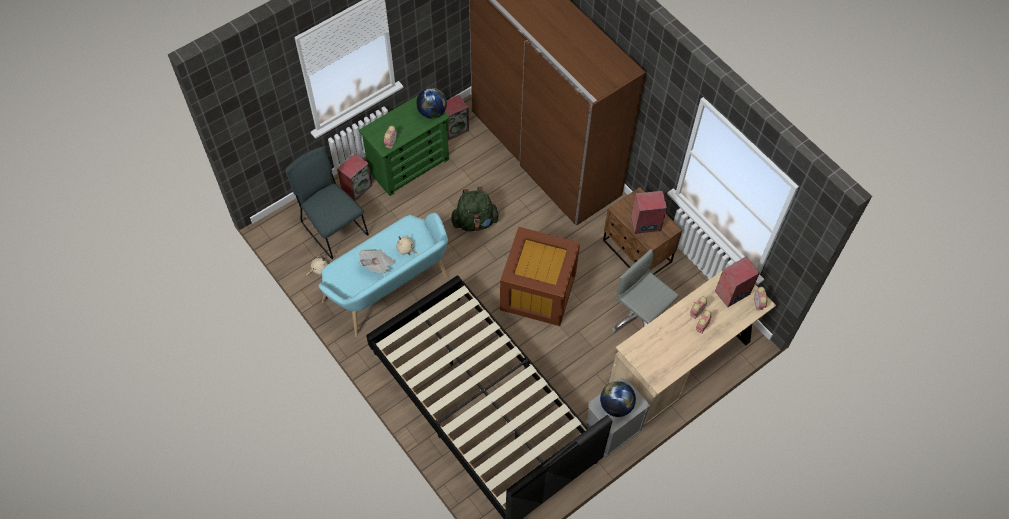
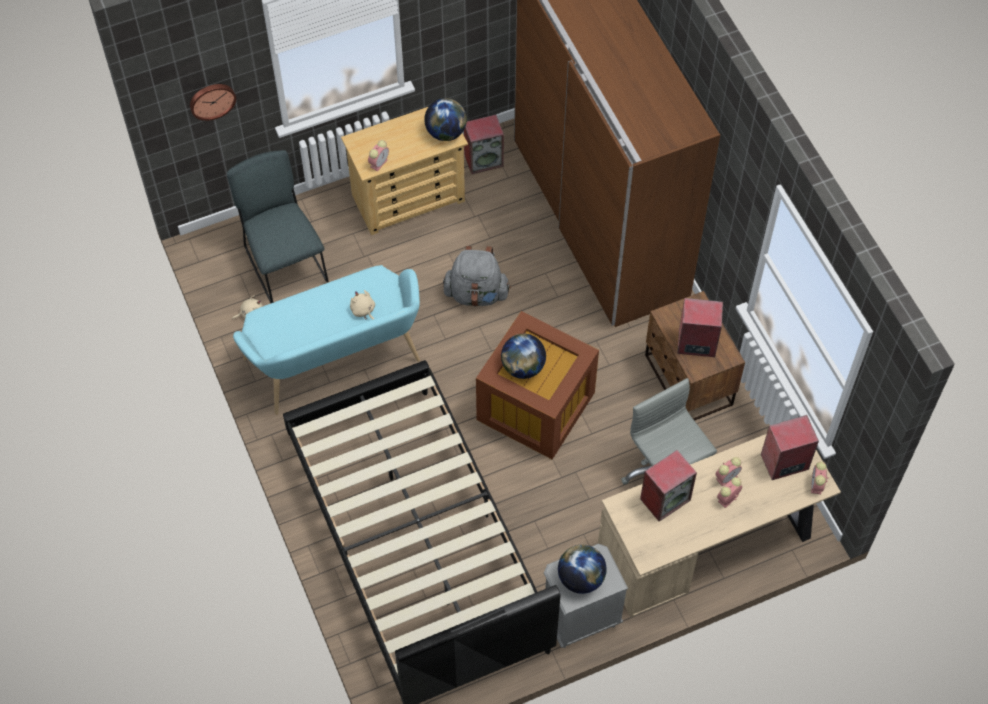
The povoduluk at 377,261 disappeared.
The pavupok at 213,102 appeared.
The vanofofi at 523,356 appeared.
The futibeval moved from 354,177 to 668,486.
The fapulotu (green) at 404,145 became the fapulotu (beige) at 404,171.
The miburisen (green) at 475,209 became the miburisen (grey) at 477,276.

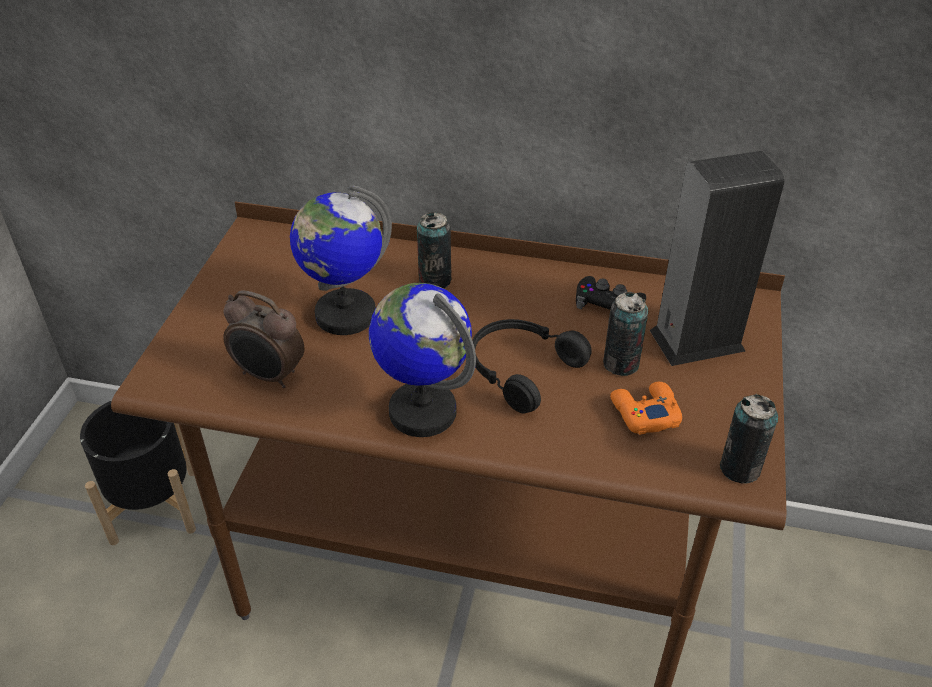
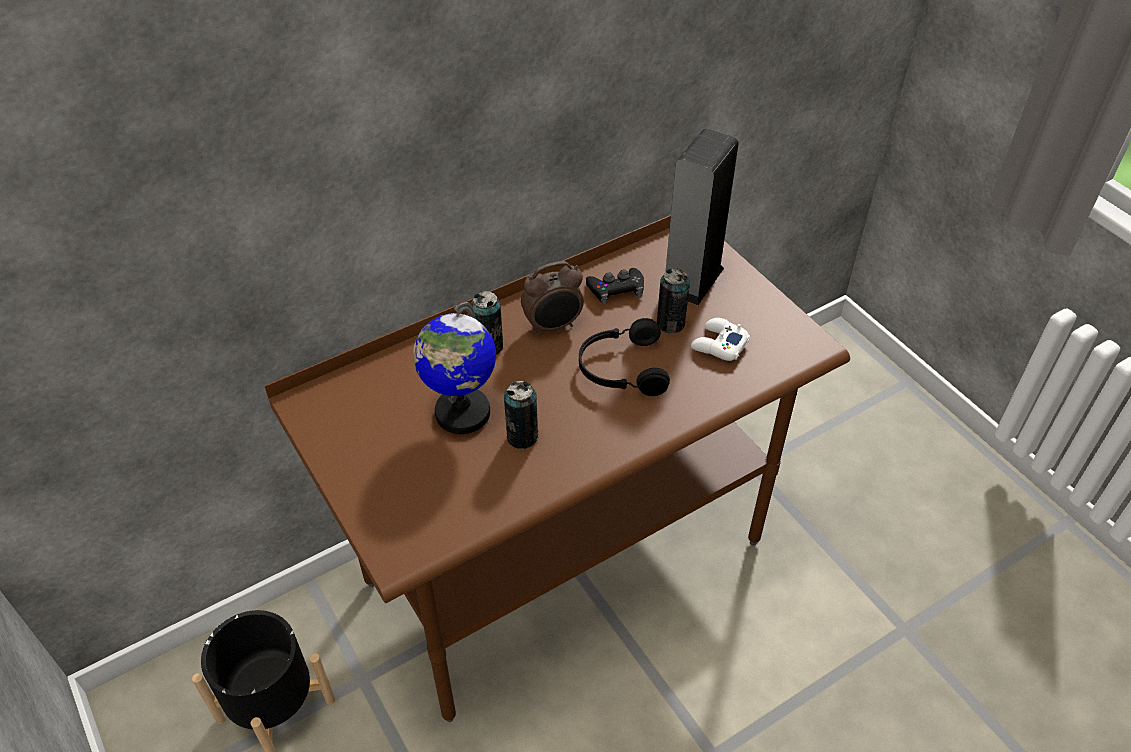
The vanofofi at 422,360 disappeared.
The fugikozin moved from 263,339 to 552,298.
The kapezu moved from 749,439 to 521,415.
The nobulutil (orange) at 646,408 became the nobulutil (white) at 720,339.

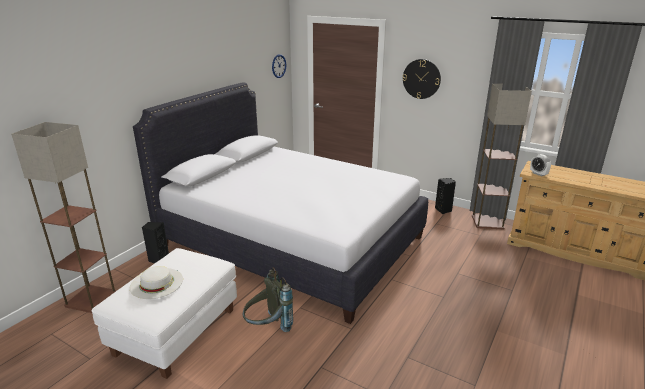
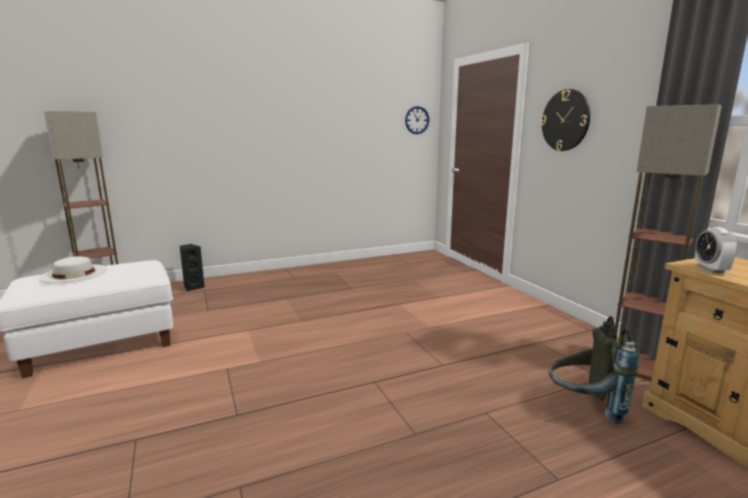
The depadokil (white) at 280,203 disappeared.
The futibeval (black) at 445,196 disappeared.
The miburisen (grey) moved from 268,299 to 594,370.

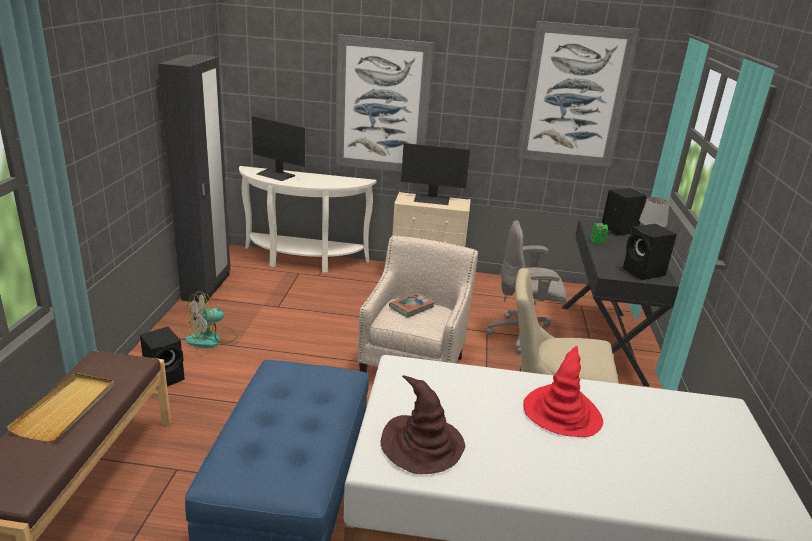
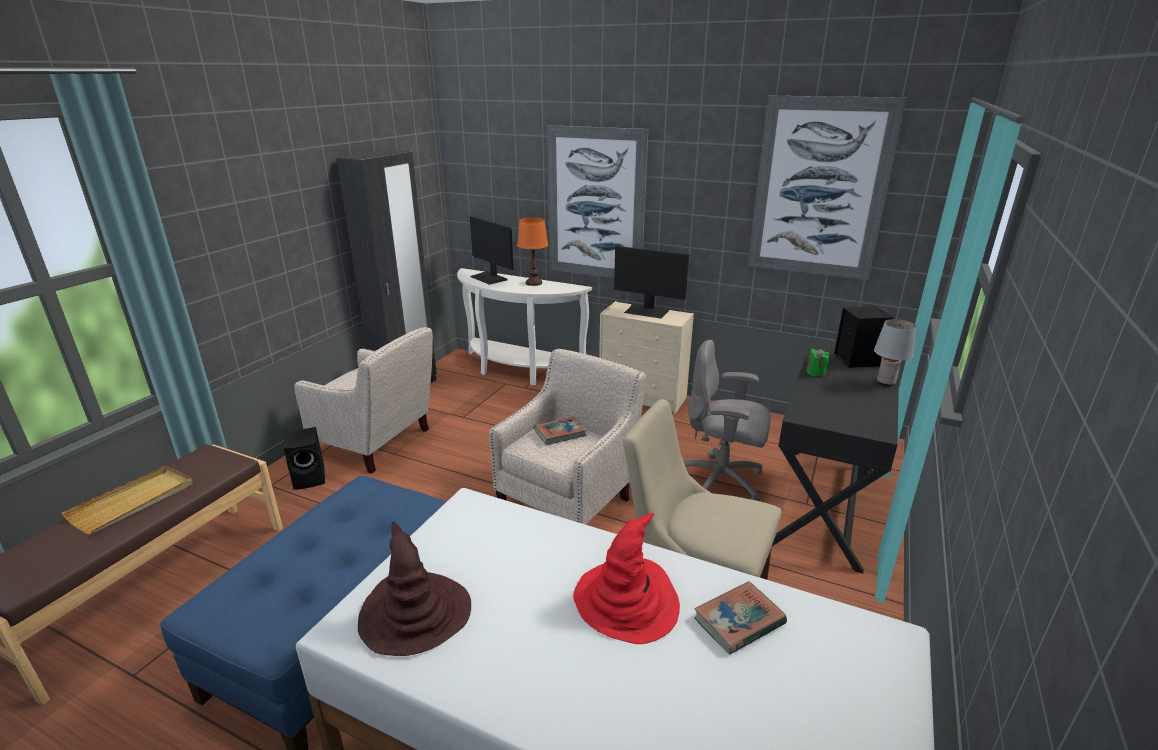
The futibeval (black) at 650,252 disappeared.
The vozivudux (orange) at 532,251 appeared.
The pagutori at 740,617 appeared.
The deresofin at 211,319 was replaced by the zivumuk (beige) at 363,400.

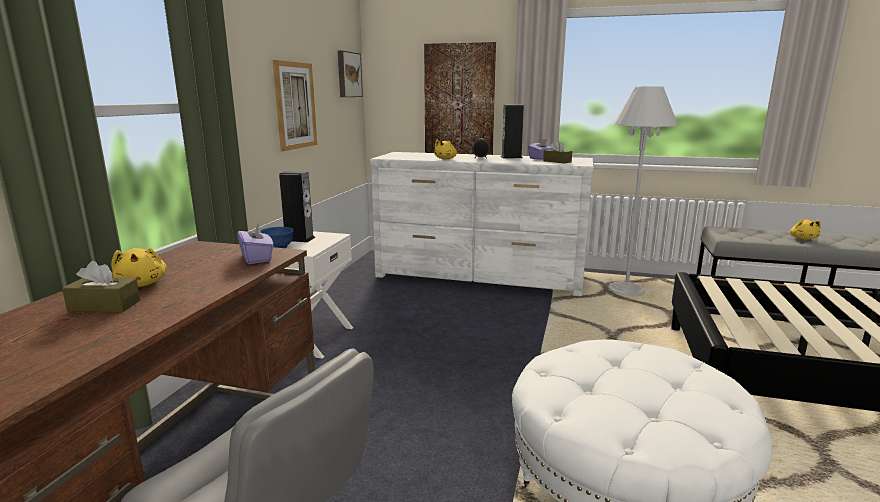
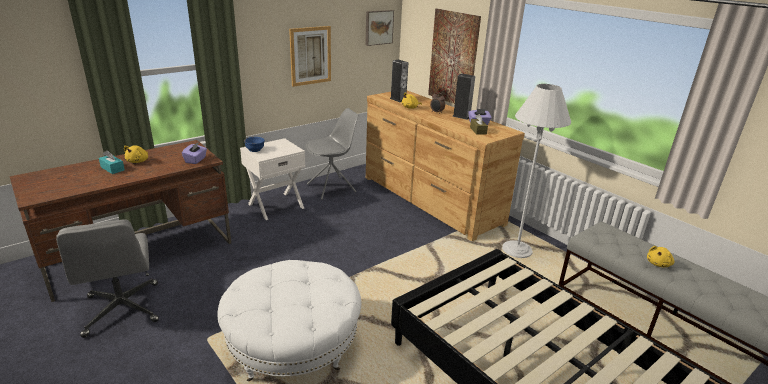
The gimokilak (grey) at 332,154 appeared.
The futibeval moved from 297,206 to 399,81.
The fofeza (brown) at 101,286 became the fofeza (turquoise) at 112,162.
The fapulotu (white) at 482,224 became the fapulotu (brown) at 445,166.

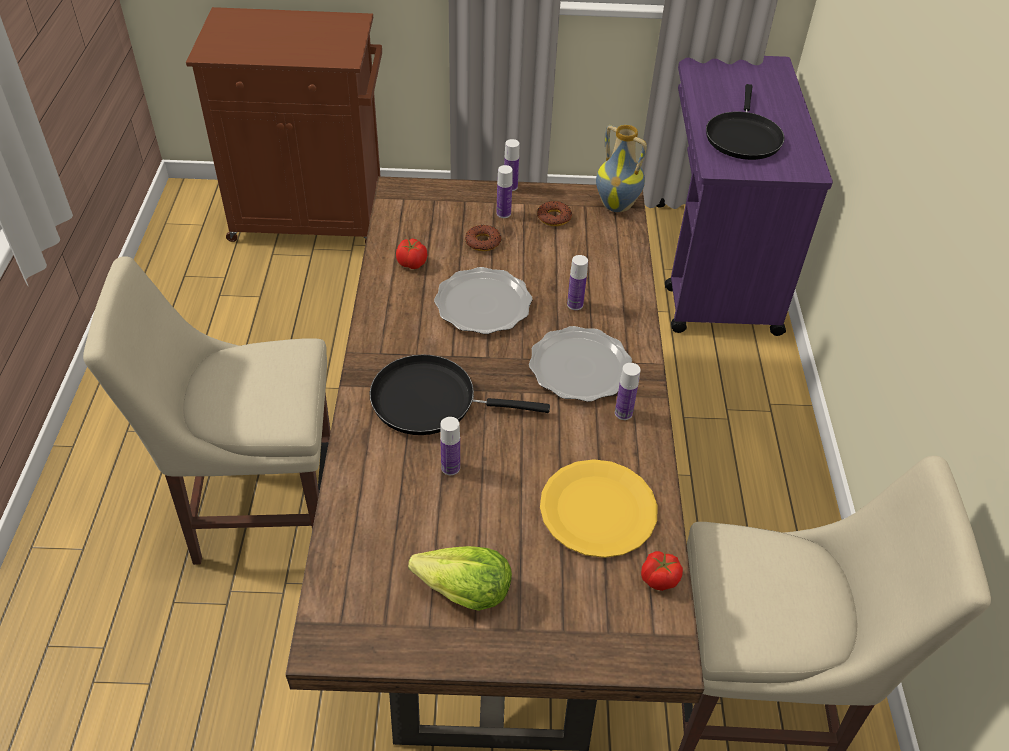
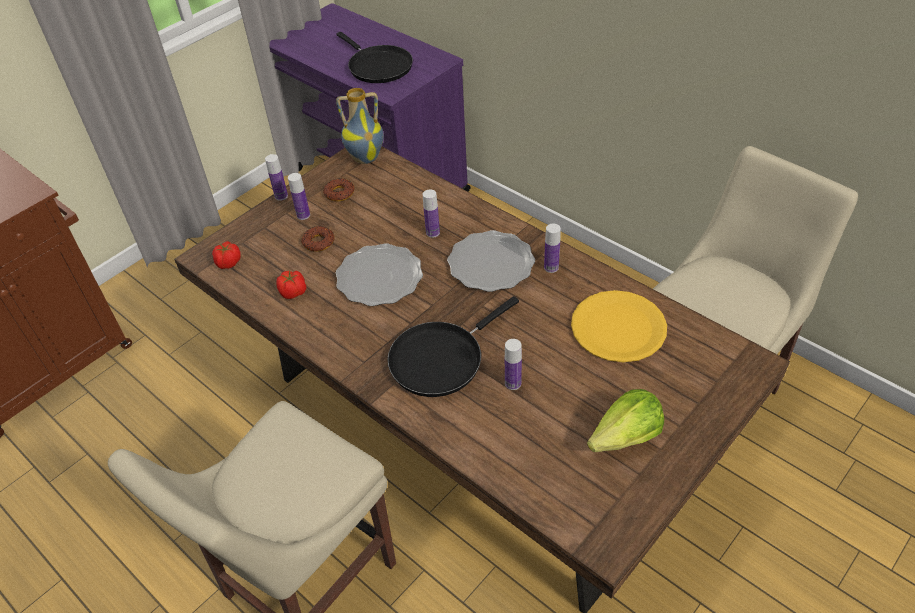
The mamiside moved from 662,571 to 226,255.

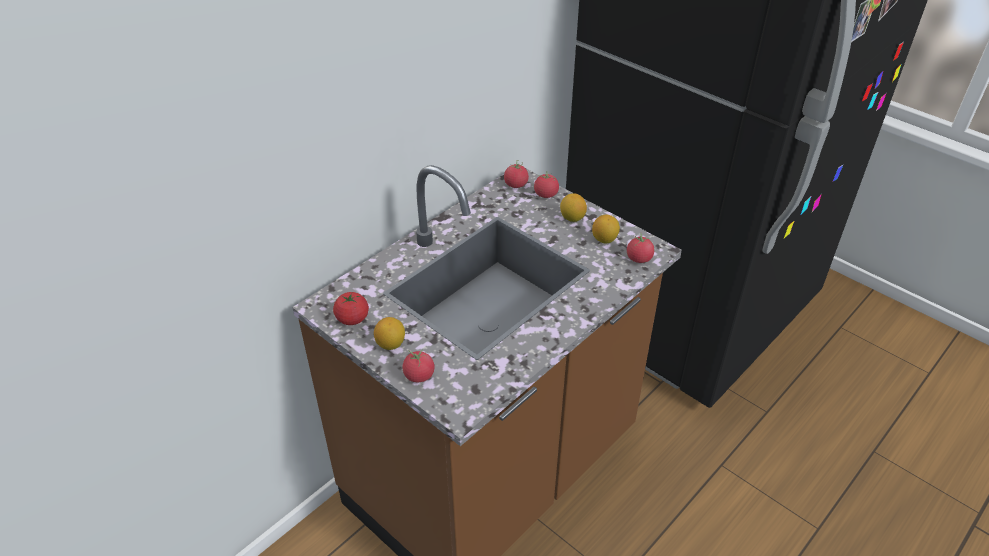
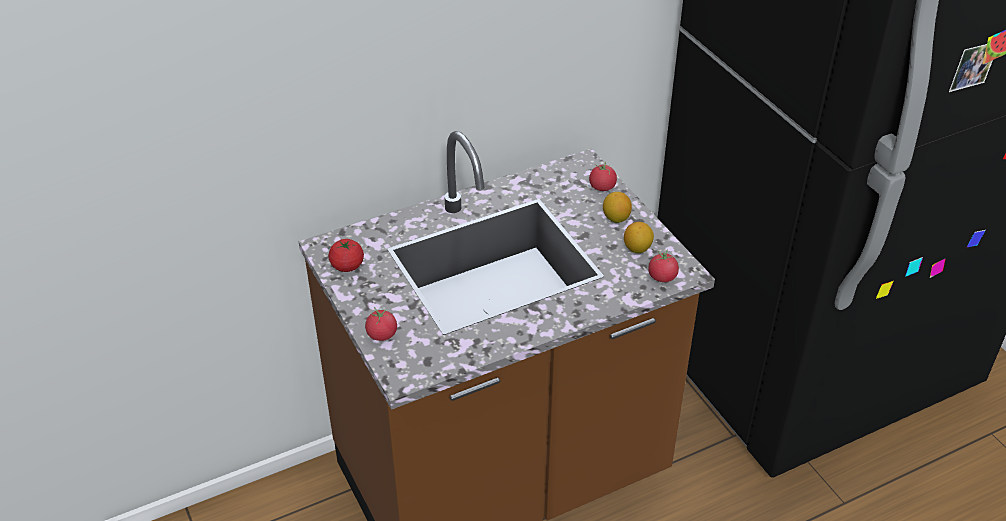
The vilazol at 389,333 disappeared.
The mamiside at 516,174 disappeared.

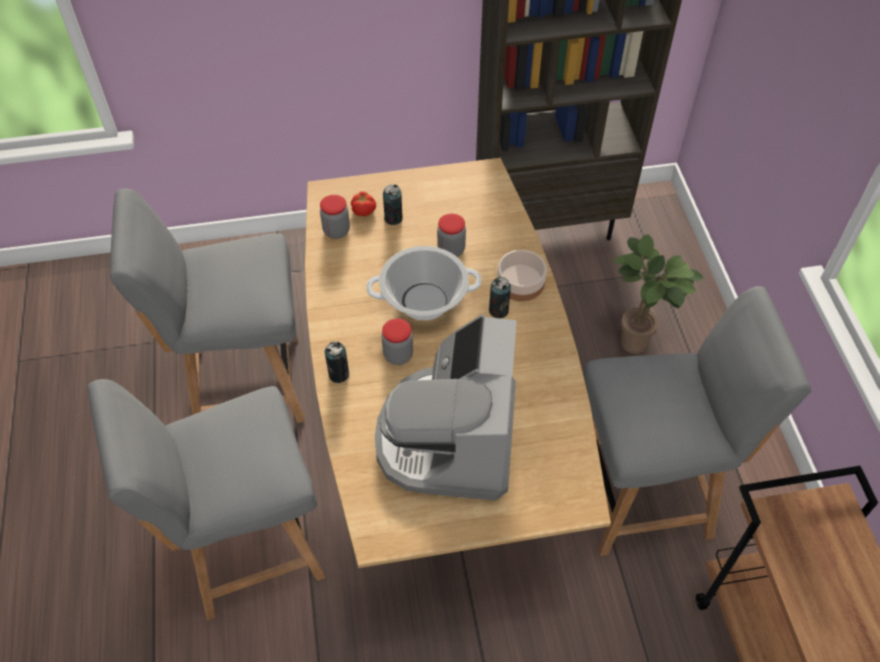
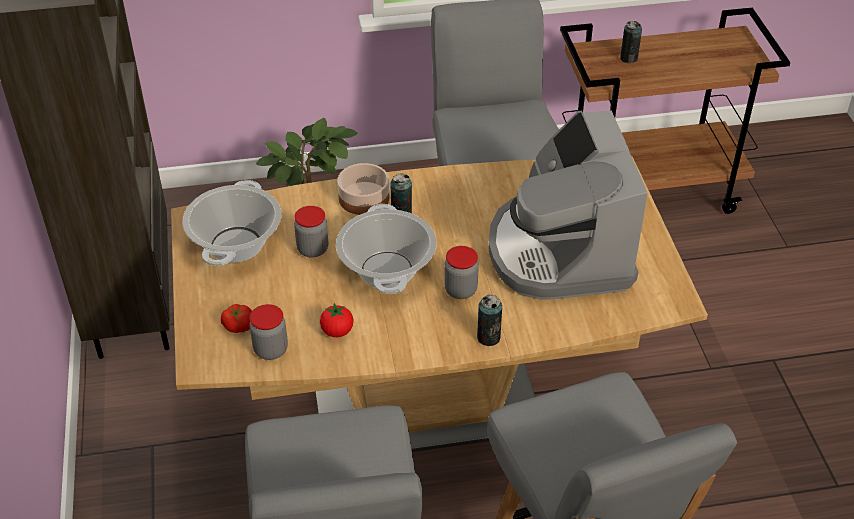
The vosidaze at 232,223 appeared.
The mamiside at 337,320 appeared.
The kapezu moved from 392,204 to 631,42.
The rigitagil at 446,408 turned 75 degrees clockwise.

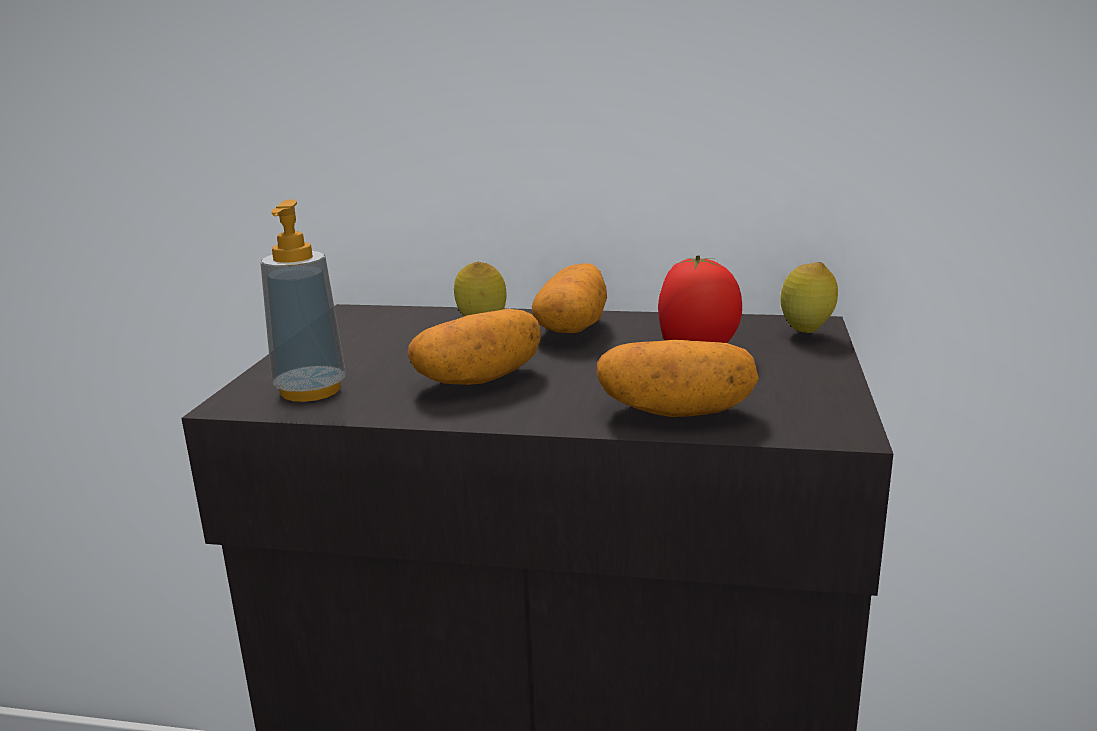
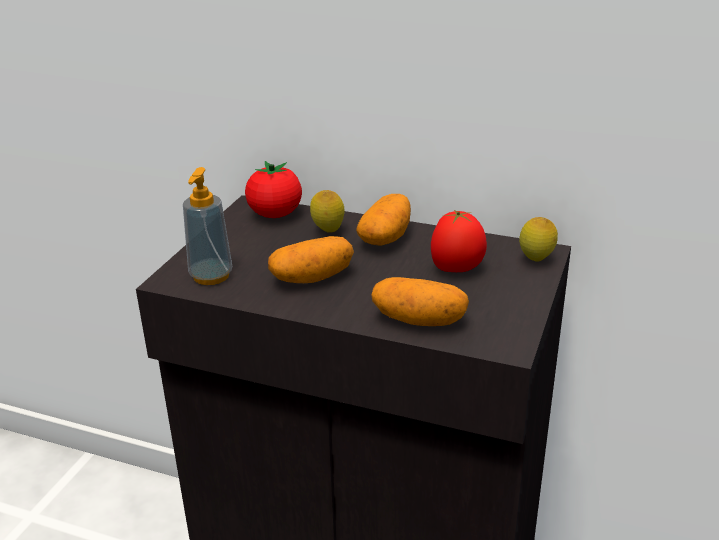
The mamiside at 273,189 appeared.

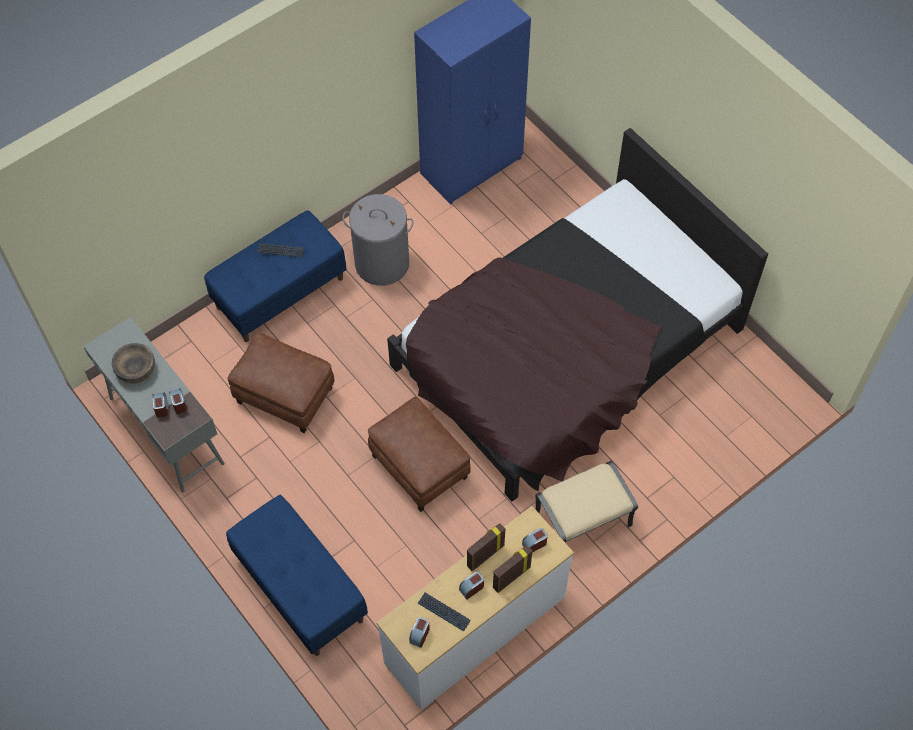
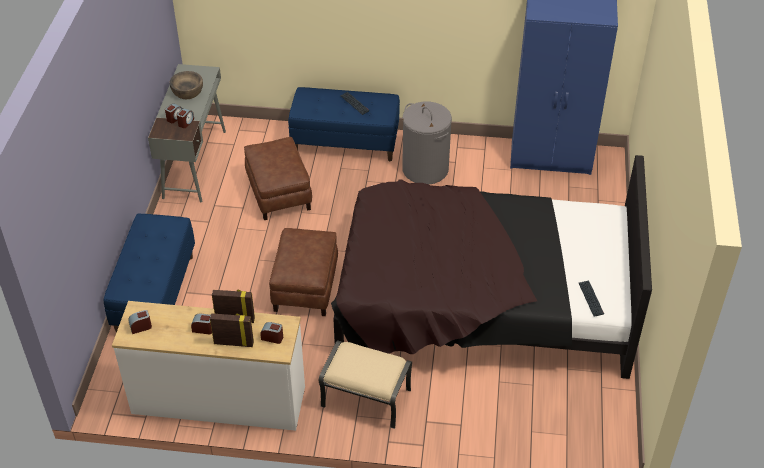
The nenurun moved from 444,612 to 591,298.

